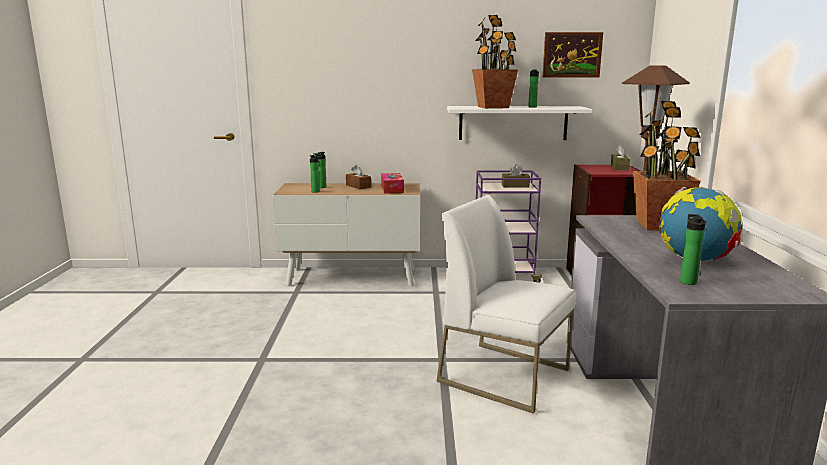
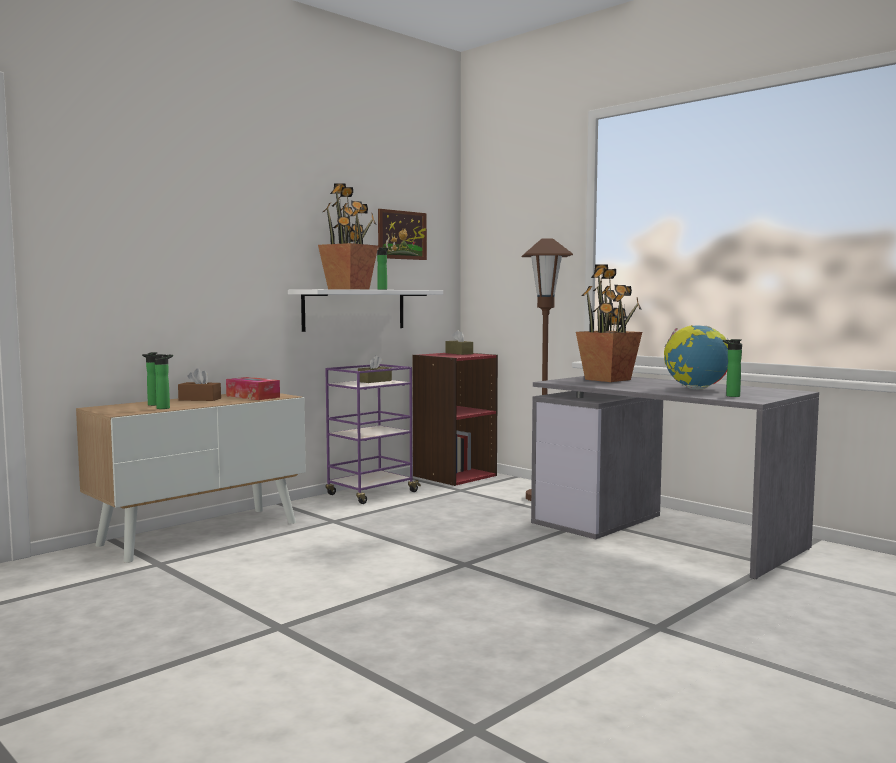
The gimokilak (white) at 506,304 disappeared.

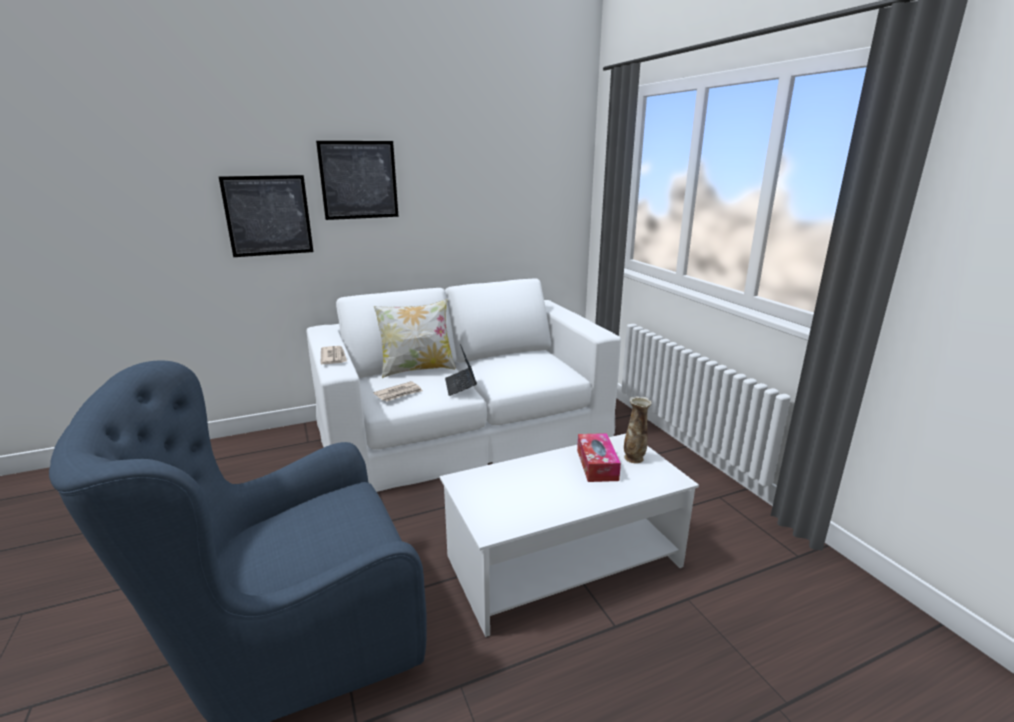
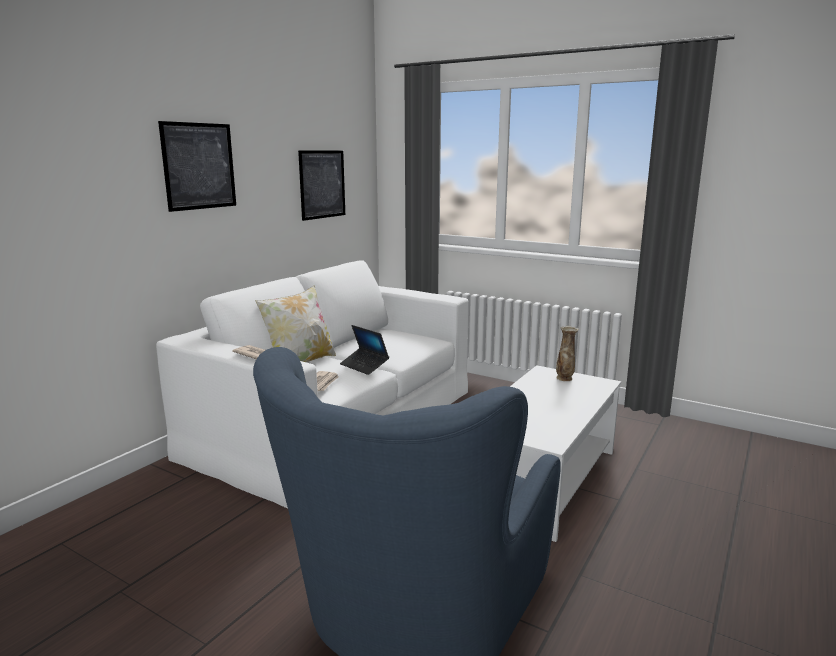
The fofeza at 599,457 disappeared.
The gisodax moved from 266,216 to 321,185.

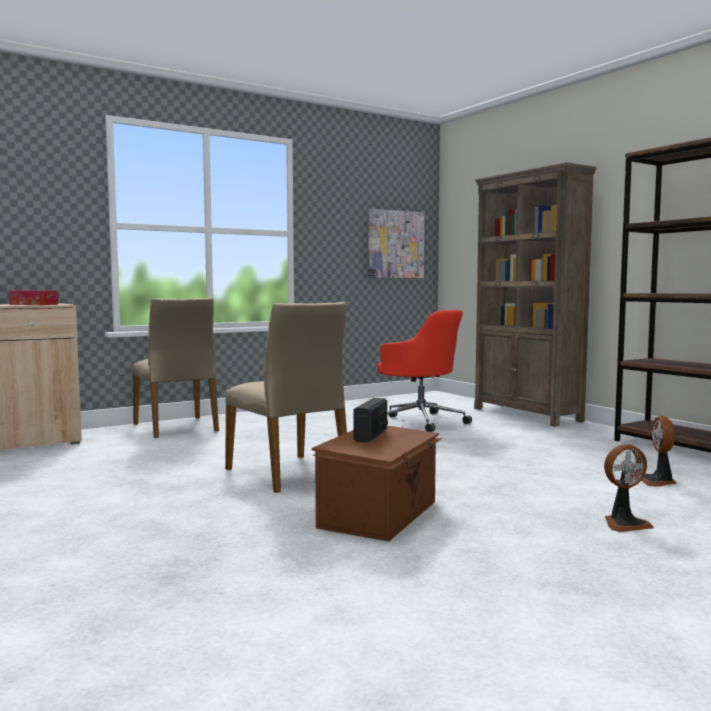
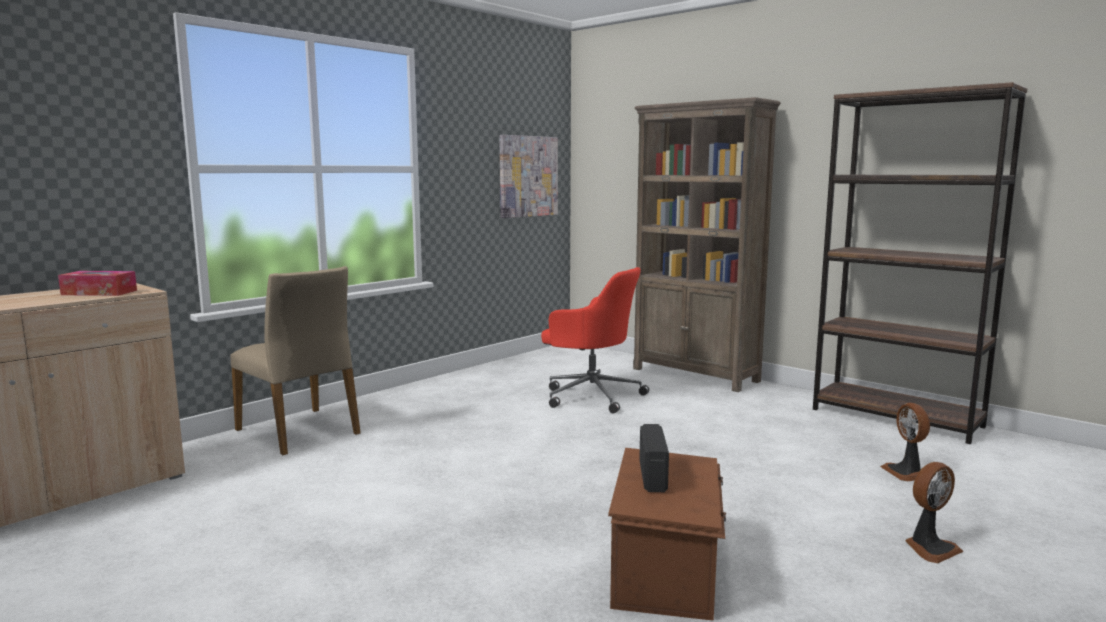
The gimokilak (beige) at 286,397 disappeared.

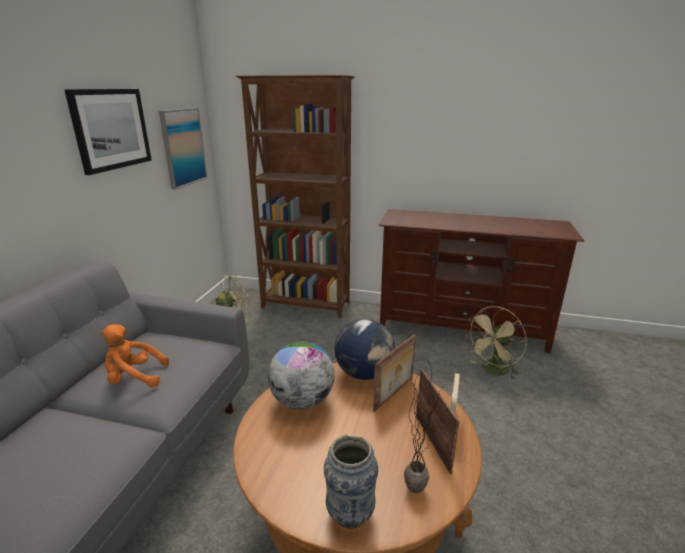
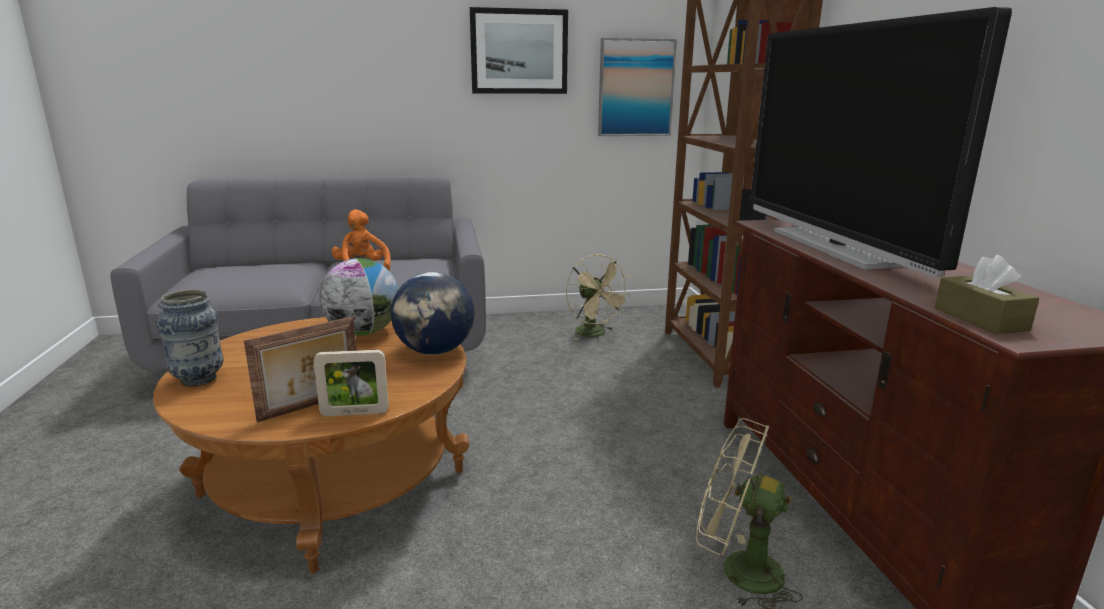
The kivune at 394,373 disappeared.
The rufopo at 424,428 disappeared.
The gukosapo at 881,142 appeared.
The fofeza (brown) at 987,294 appeared.

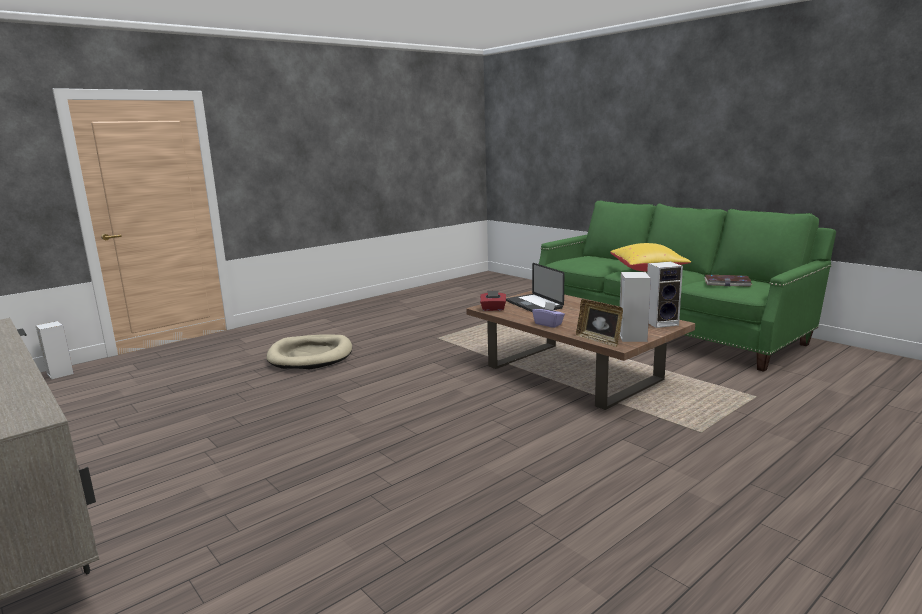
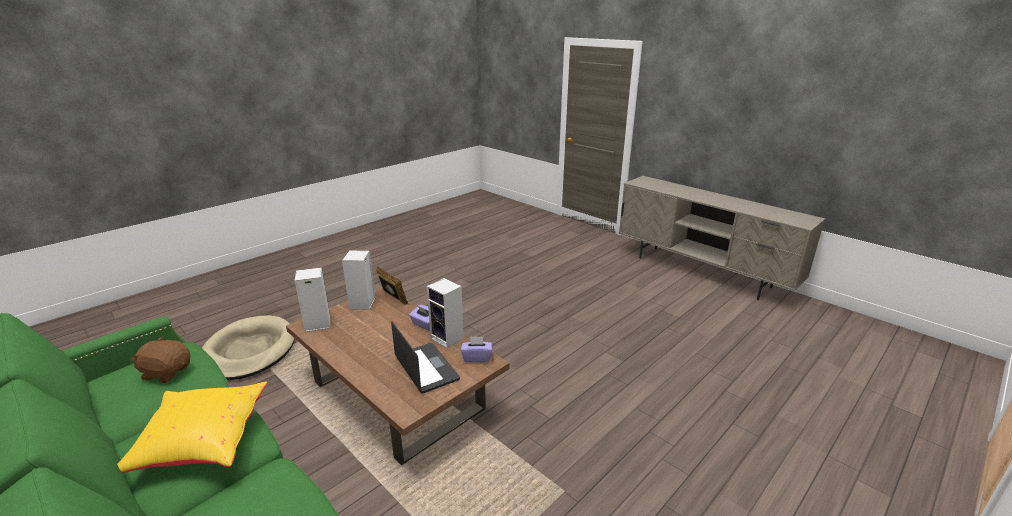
The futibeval moved from 54,350 to 445,313.
The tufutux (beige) moved from 309,351 to 248,347.
The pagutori at 728,281 was replaced by the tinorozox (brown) at 160,359.
The fofeza (red) at 493,300 became the fofeza (purple) at 476,349.

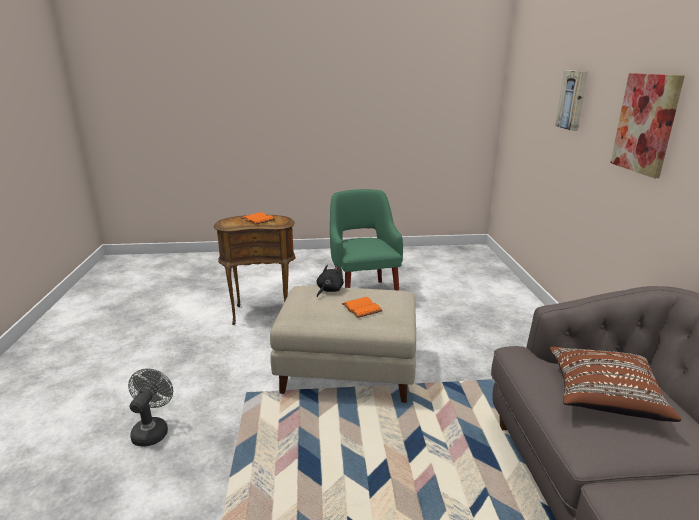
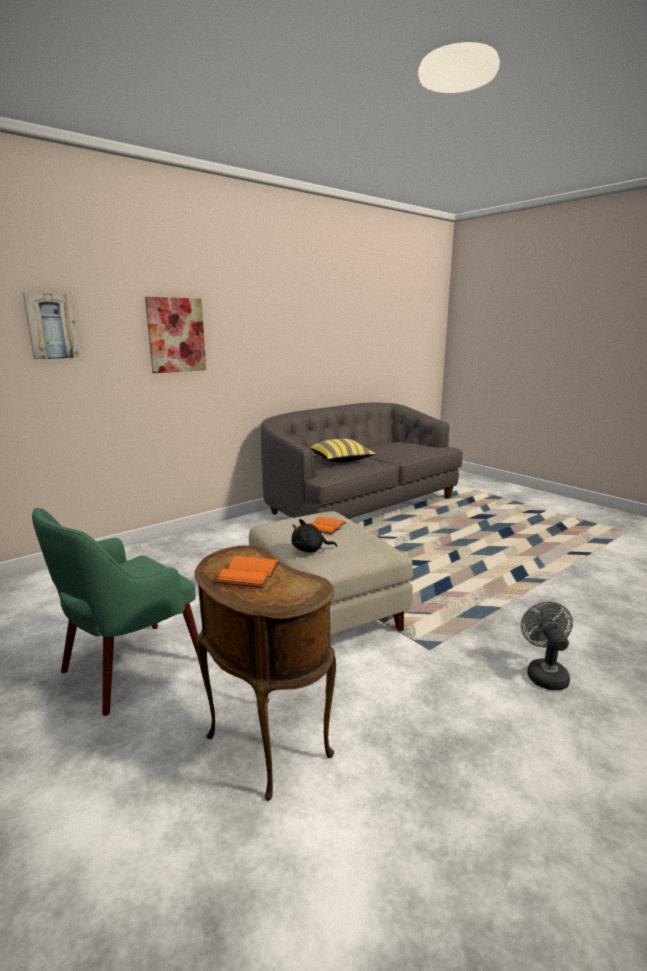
The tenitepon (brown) at 615,384 became the tenitepon (yellow) at 343,451.
The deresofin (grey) at 150,407 turned 120 degrees clockwise.

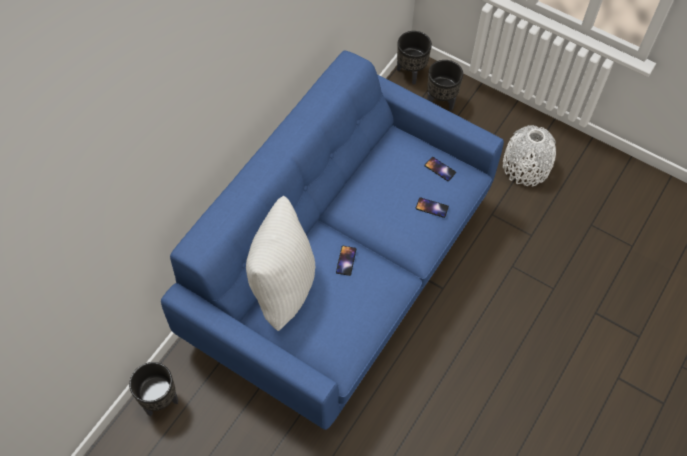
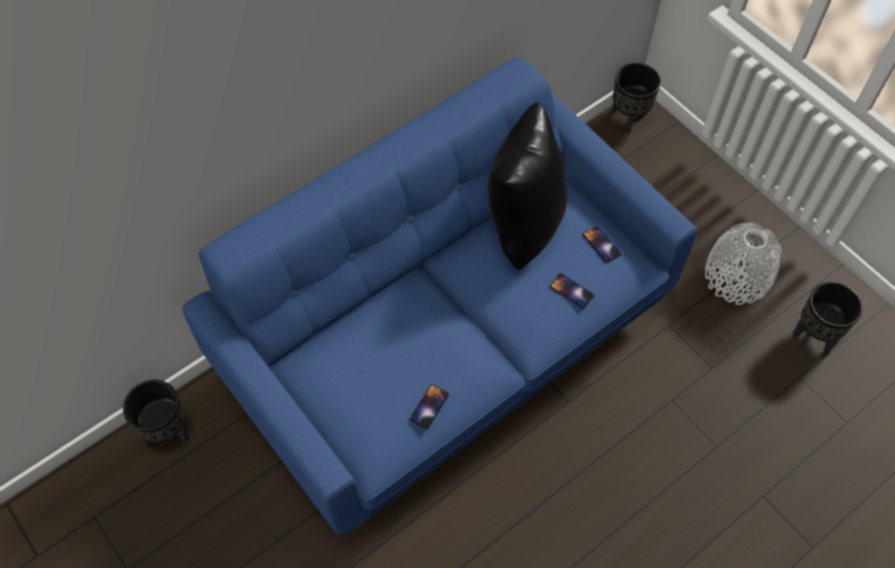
The tenitepon (white) at 280,263 disappeared.
The tenitepon (black) at 528,186 appeared.
The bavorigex moved from 346,261 to 429,407.
The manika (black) moved from 445,85 to 828,318.

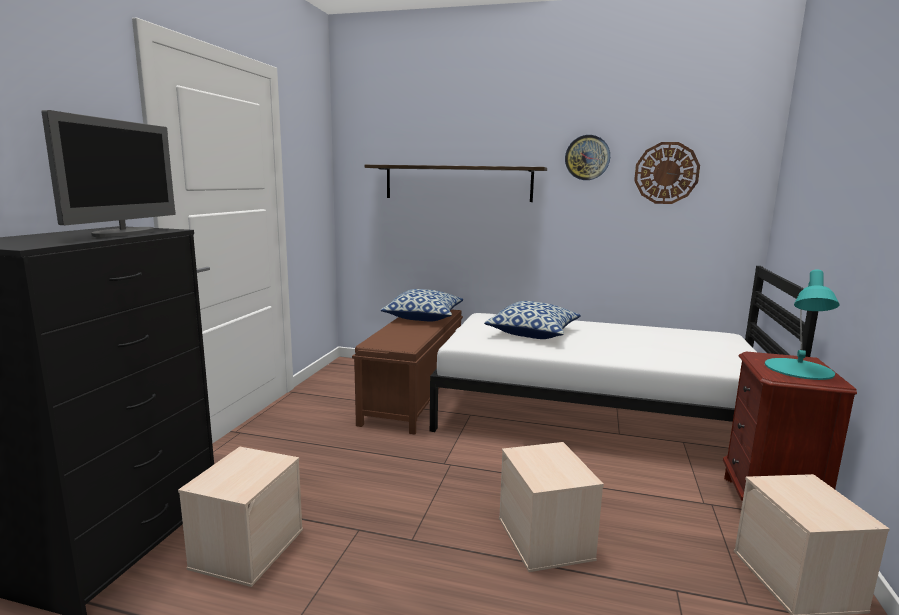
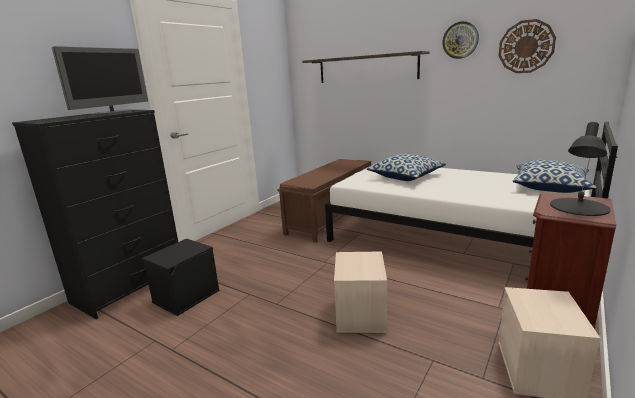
The tenitepon moved from 422,305 to 554,176.
The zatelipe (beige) at 240,517 became the zatelipe (black) at 181,277.
The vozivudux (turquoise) at 802,325 became the vozivudux (black) at 580,169.

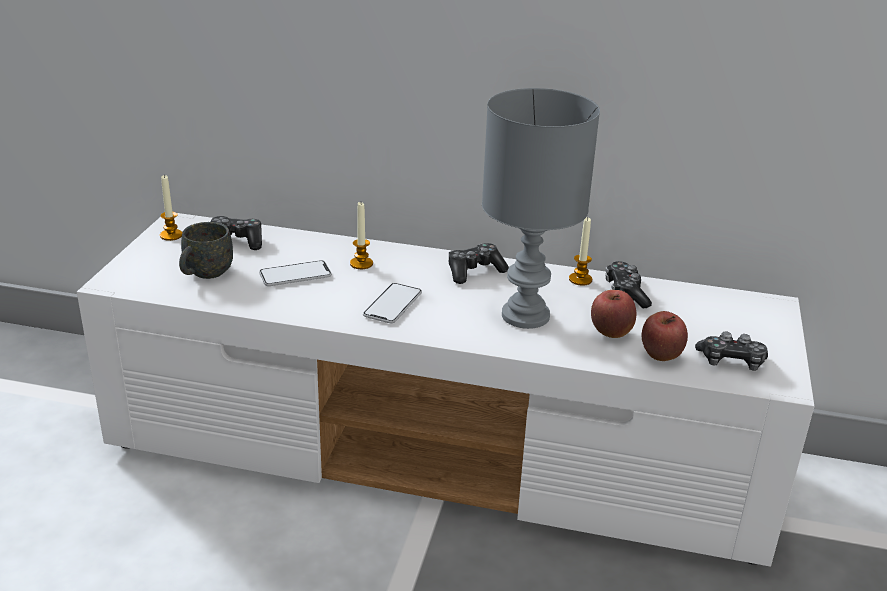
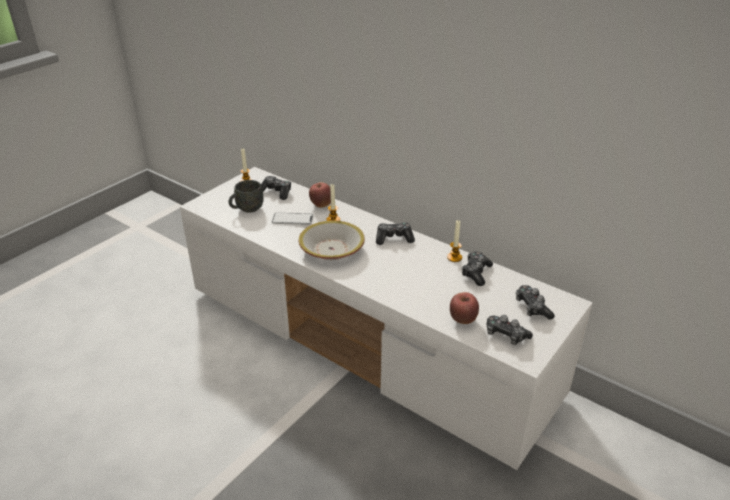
The vozivudux (grey) at 541,208 disappeared.
The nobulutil at 535,302 appeared.
The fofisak moved from 613,314 to 320,195.
The bavorigex at 392,303 was replaced by the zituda at 332,240.

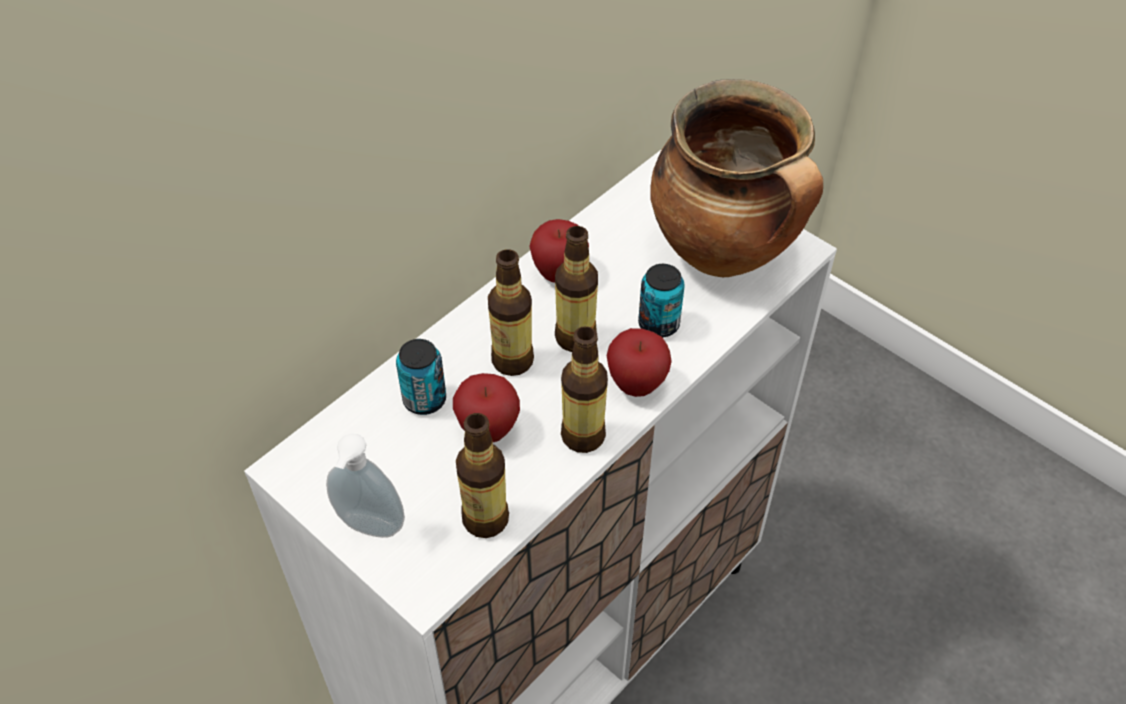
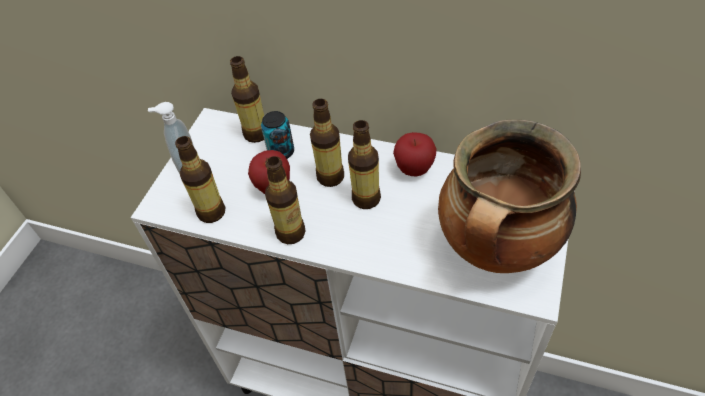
The fofisak at 639,362 disappeared.
The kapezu at 661,301 disappeared.
The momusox at 247,99 appeared.

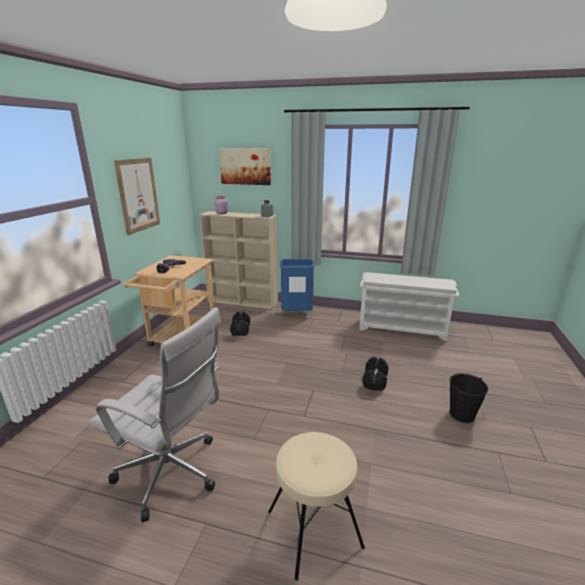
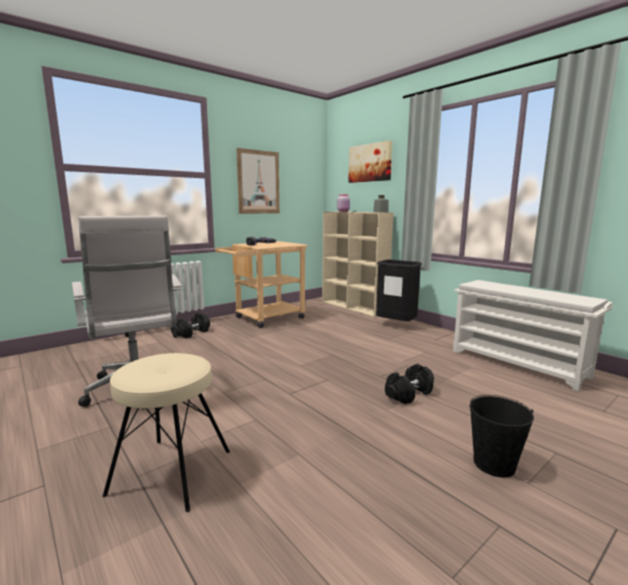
The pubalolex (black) moved from 240,324 to 191,325.
The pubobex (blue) at 297,285 became the pubobex (black) at 399,290.

